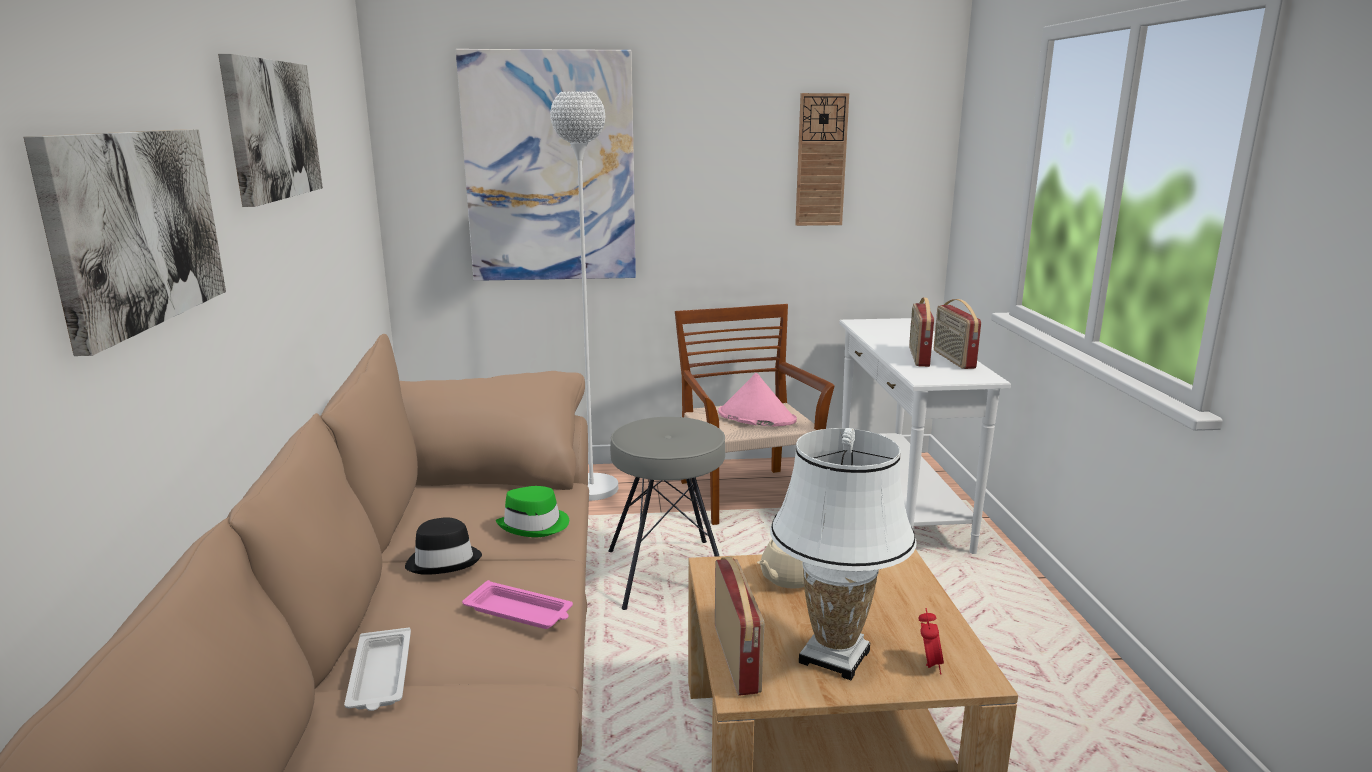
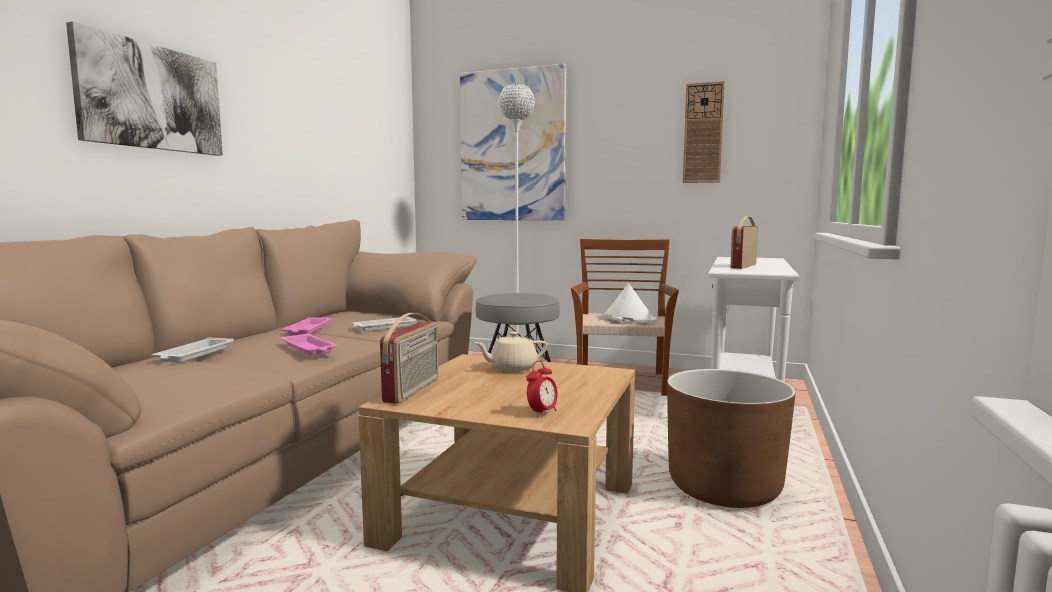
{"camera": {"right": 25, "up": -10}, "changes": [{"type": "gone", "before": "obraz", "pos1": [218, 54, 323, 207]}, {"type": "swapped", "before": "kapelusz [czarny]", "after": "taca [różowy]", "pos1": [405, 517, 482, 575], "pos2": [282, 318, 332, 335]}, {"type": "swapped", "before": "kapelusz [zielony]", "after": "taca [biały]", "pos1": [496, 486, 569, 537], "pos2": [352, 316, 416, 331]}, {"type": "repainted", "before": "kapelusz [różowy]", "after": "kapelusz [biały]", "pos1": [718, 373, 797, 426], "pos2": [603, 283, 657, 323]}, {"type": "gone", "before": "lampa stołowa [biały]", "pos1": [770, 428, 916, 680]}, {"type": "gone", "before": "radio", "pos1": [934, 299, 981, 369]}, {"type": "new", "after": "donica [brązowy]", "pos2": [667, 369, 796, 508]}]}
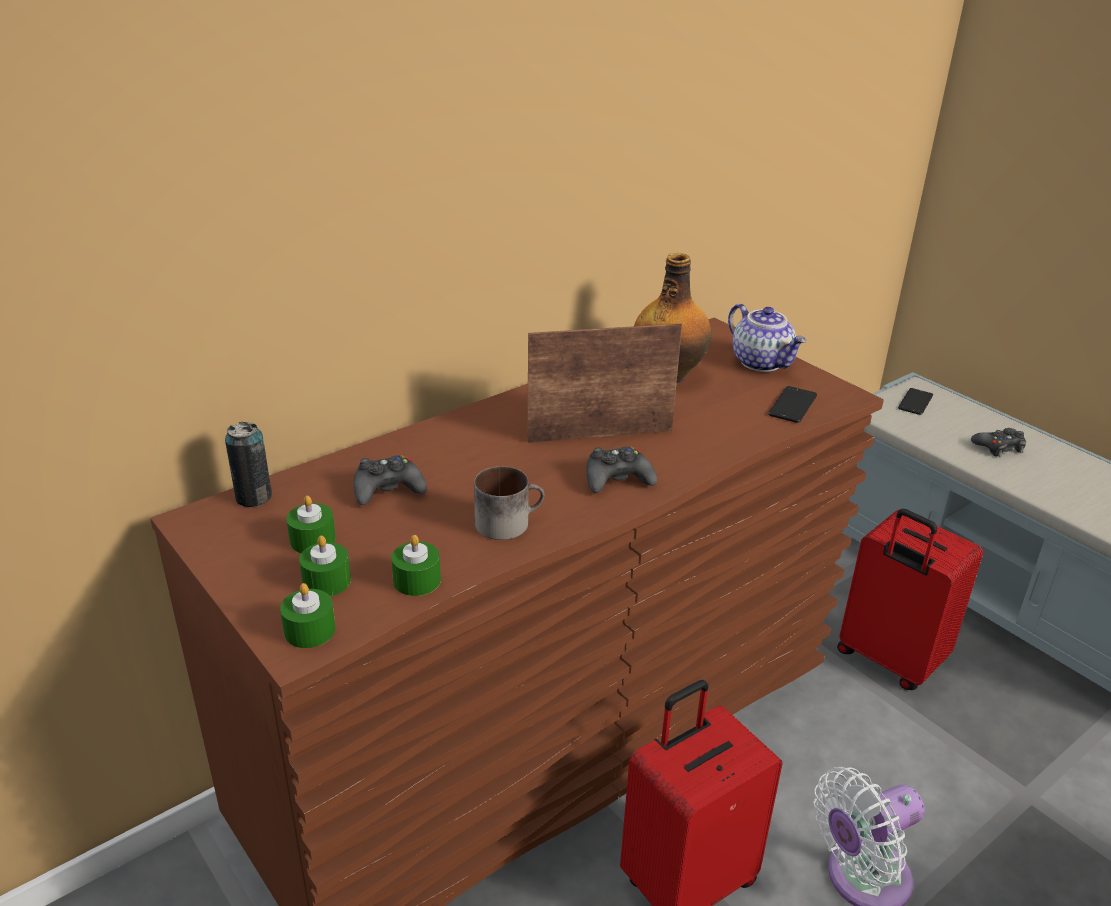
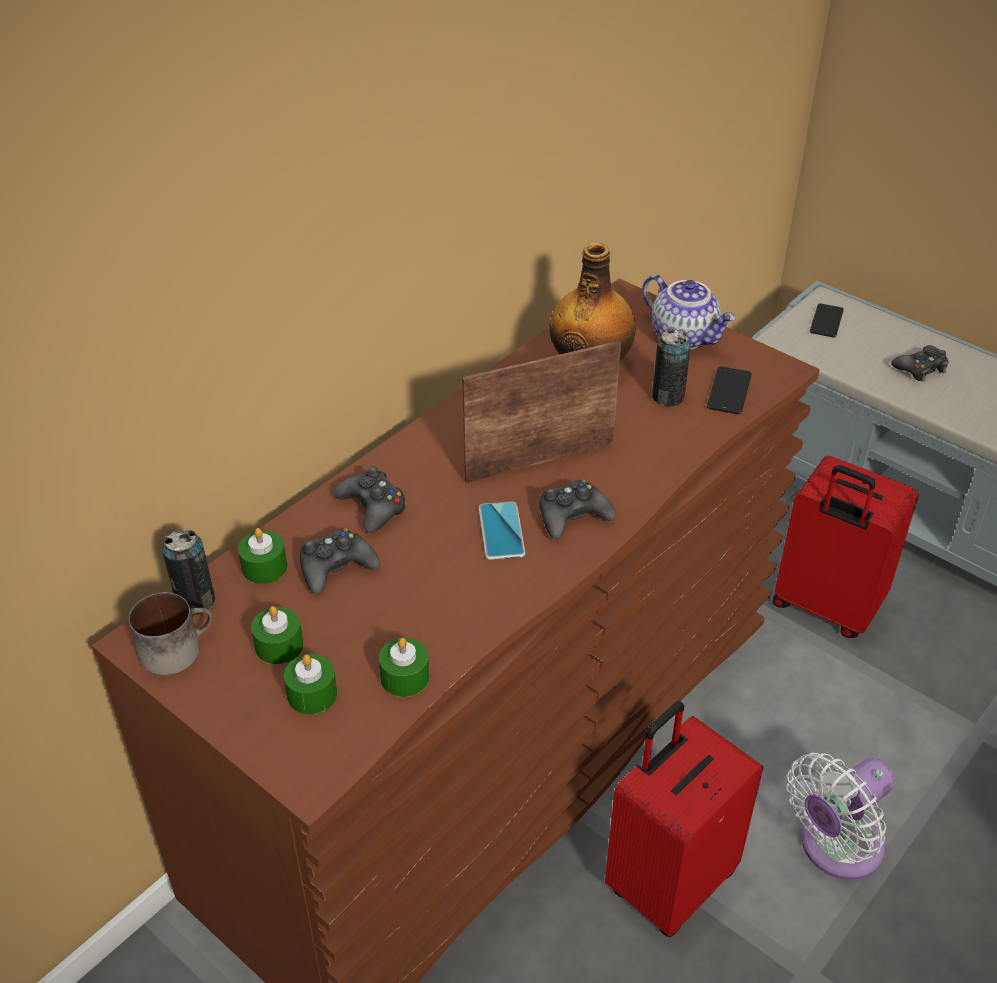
{"camera": {"right": -10, "up": 10}, "changes": [{"type": "shifted", "before": "świeca [zielony]", "pos1": [280, 583, 335, 648], "pos2": [238, 528, 287, 584]}, {"type": "shifted", "before": "kubek", "pos1": [474, 466, 545, 540], "pos2": [129, 592, 212, 675]}, {"type": "new", "after": "pad do gier [czarny]", "pos2": [334, 466, 406, 533]}, {"type": "new", "after": "telefon", "pos2": [479, 502, 525, 560]}, {"type": "new", "after": "puszka", "pos2": [652, 329, 691, 406]}]}
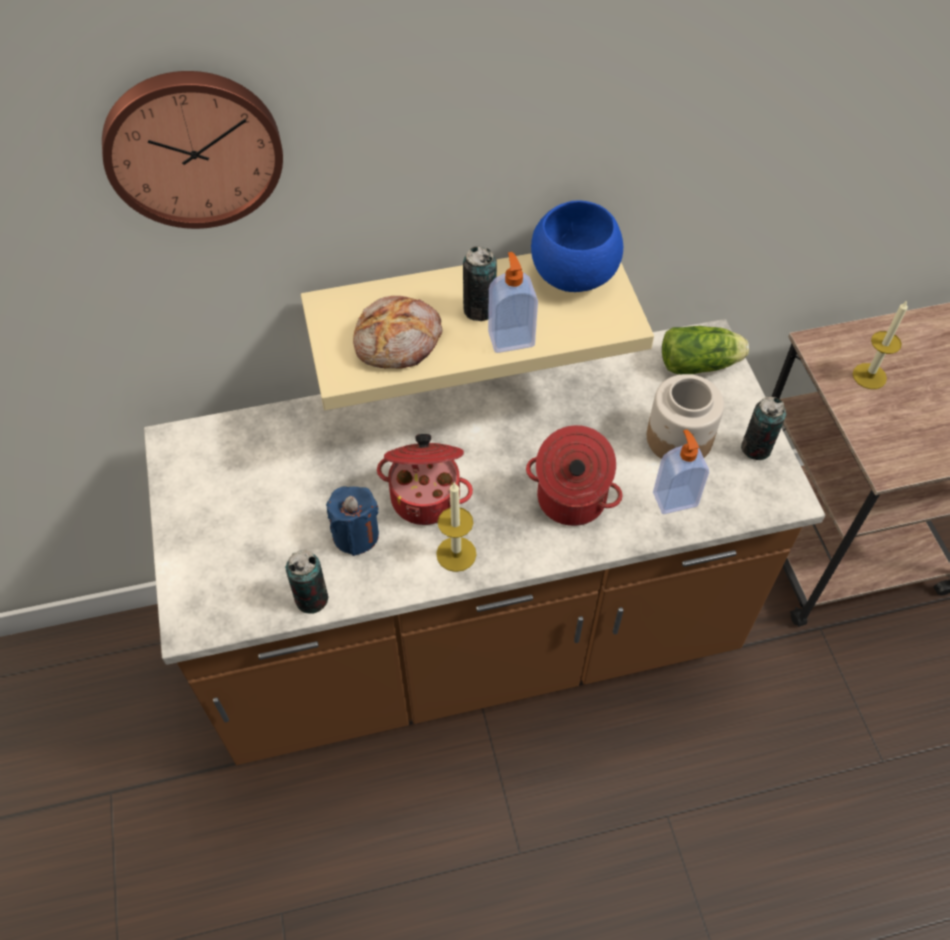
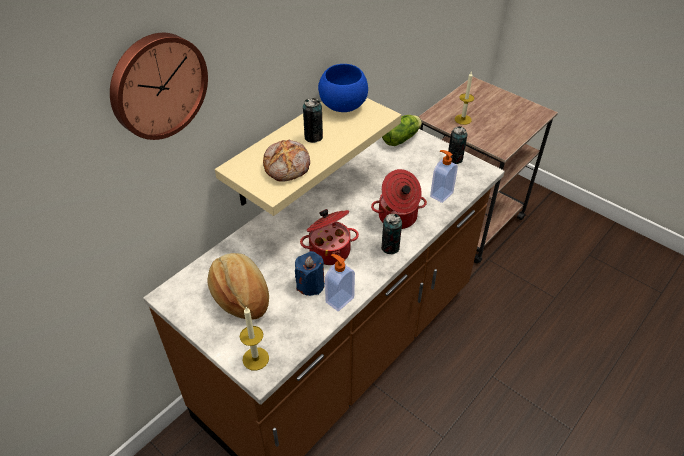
{"camera": {"right": -35, "up": -10}, "changes": [{"type": "shifted", "before": "puszka", "pos1": [285, 550, 328, 614], "pos2": [381, 213, 402, 254]}, {"type": "shifted", "before": "świeca", "pos1": [436, 482, 476, 572], "pos2": [240, 307, 269, 371]}, {"type": "shifted", "before": "dozownik mydła", "pos1": [488, 252, 538, 353], "pos2": [325, 254, 355, 311]}, {"type": "gone", "before": "słoik", "pos1": [647, 374, 724, 459]}, {"type": "new", "after": "chleb", "pos2": [207, 253, 269, 320]}]}
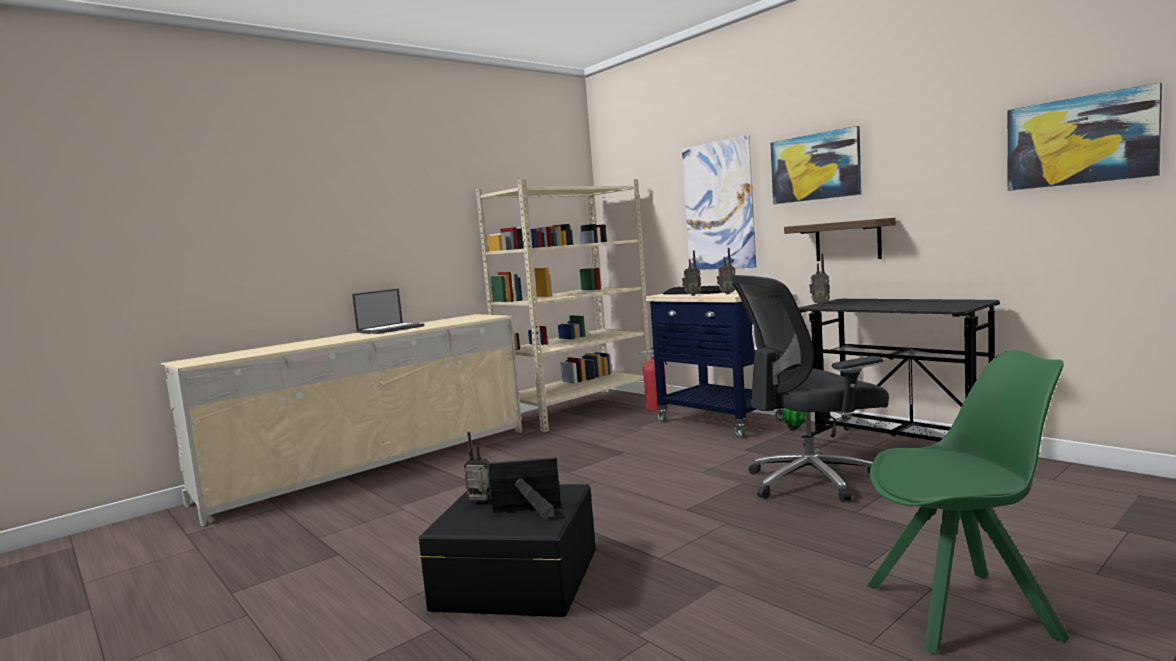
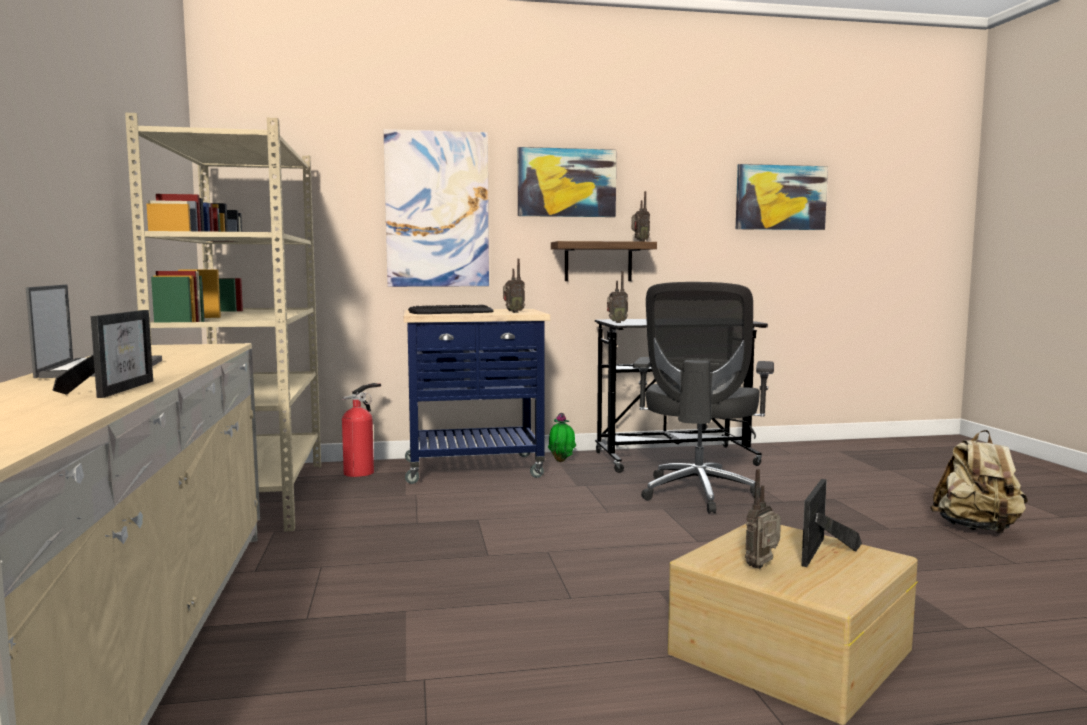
{"camera": {"right": -60, "up": 0}, "changes": [{"type": "repainted", "before": "pojemnik do przechowywania [czarny]", "after": "pojemnik do przechowywania [beżowy]", "pos1": [418, 484, 596, 617], "pos2": [668, 524, 918, 725]}, {"type": "shifted", "before": "radio", "pos1": [682, 250, 701, 296], "pos2": [631, 191, 650, 242]}, {"type": "swapped", "before": "krzesło [zielony]", "after": "plecak [beżowy]", "pos1": [867, 350, 1070, 655], "pos2": [930, 430, 1028, 533]}, {"type": "new", "after": "ramka na zdjęcie", "pos2": [53, 310, 153, 398]}]}
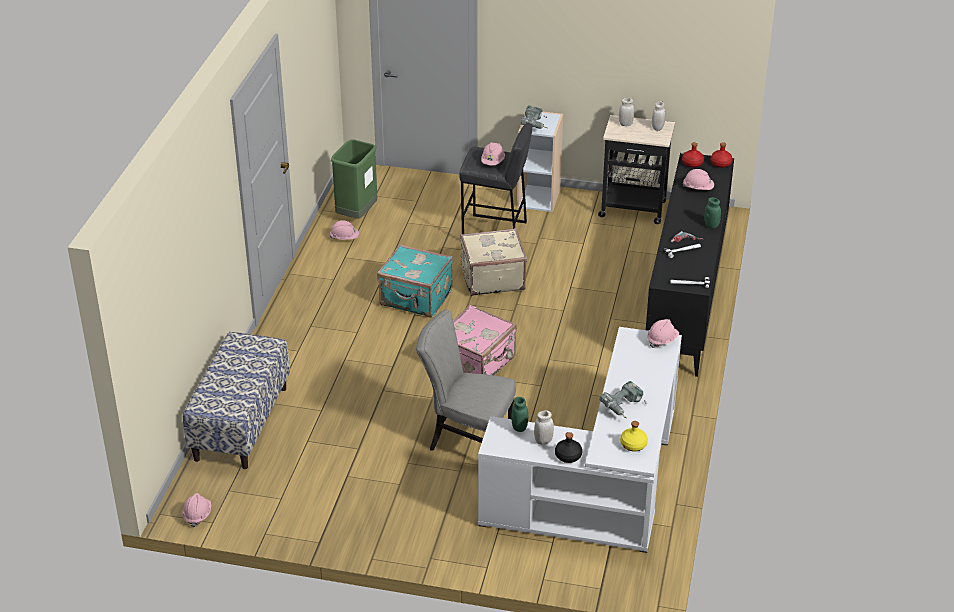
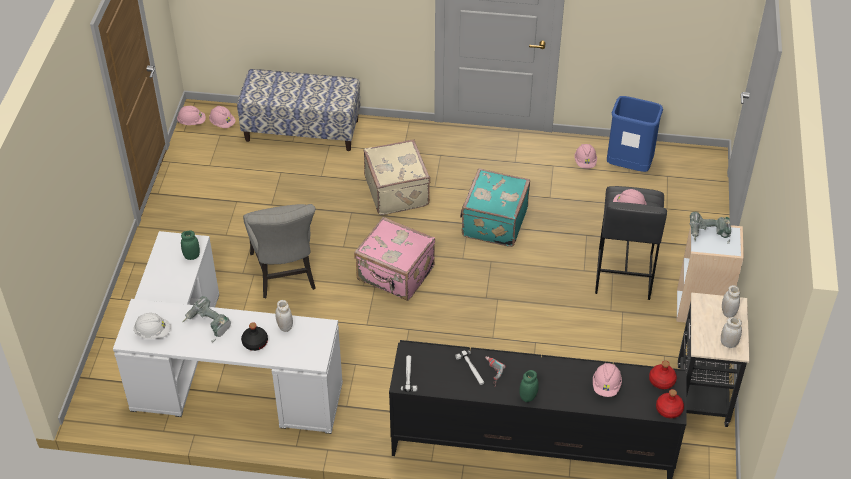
{"camera": {"right": 85, "up": 10}, "changes": [{"type": "repainted", "before": "kosz na śmieci [zielony]", "after": "kosz na śmieci [niebieski]", "pos1": [331, 140, 377, 218], "pos2": [607, 96, 663, 172]}, {"type": "rotated", "before": "krzesło [szary]", "pos1": [416, 309, 516, 451], "pos2": [243, 204, 316, 298], "turn": 150}, {"type": "shifted", "before": "walizka [beżowy]", "pos1": [460, 228, 527, 296], "pos2": [364, 139, 430, 215]}, {"type": "shifted", "before": "słoik [biały]", "pos1": [534, 410, 554, 445], "pos2": [275, 300, 293, 332]}, {"type": "shifted", "before": "butelka [czarny]", "pos1": [555, 432, 582, 463], "pos2": [241, 322, 268, 351]}, {"type": "swapped", "before": "butelka [żółty]", "after": "kask [biały]", "pos1": [620, 421, 648, 452], "pos2": [133, 313, 170, 339]}, {"type": "shifted", "before": "kask [różowy]", "pos1": [647, 319, 679, 348], "pos2": [209, 106, 236, 128]}]}
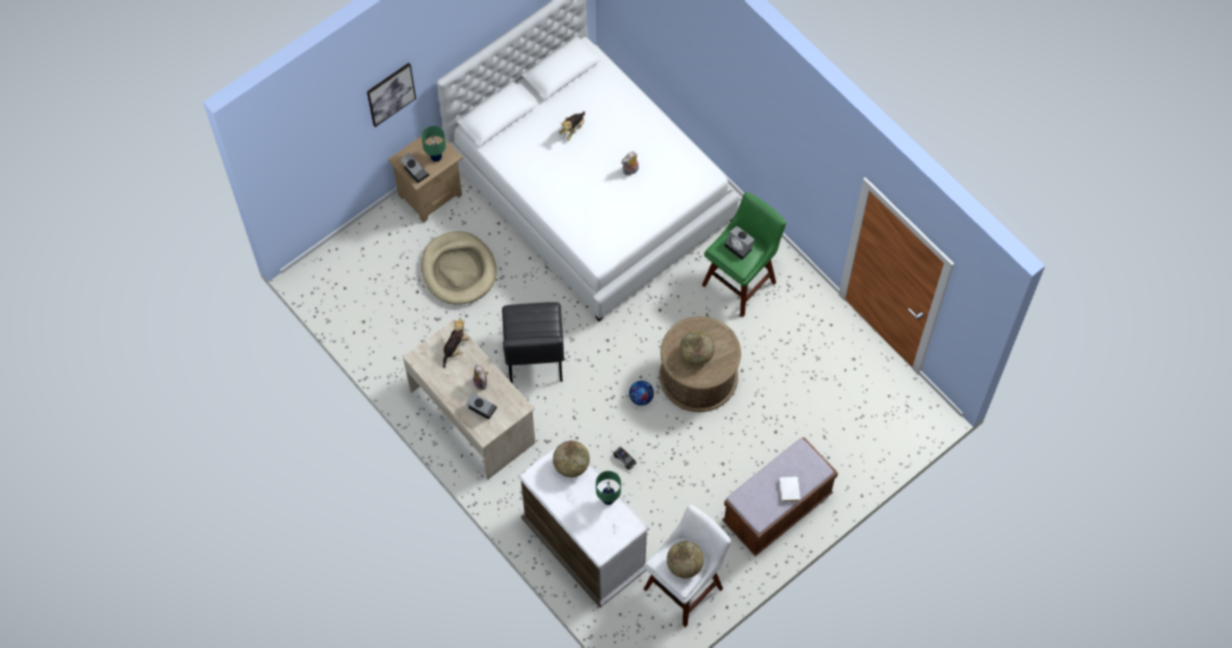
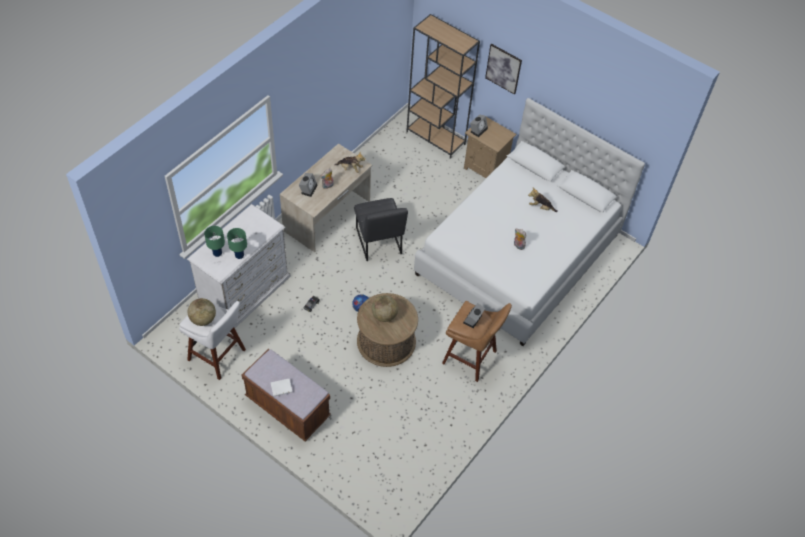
{"camera": {"right": 75, "up": -10}, "changes": [{"type": "gone", "before": "legowisko [beżowy]", "pos1": [421, 231, 497, 305]}, {"type": "shifted", "before": "lampa stołowa [zielony]", "pos1": [422, 126, 446, 162], "pos2": [204, 226, 225, 257]}, {"type": "rotated", "before": "krzesło [szary]", "pos1": [502, 302, 564, 384], "pos2": [354, 198, 408, 261], "turn": -90}, {"type": "gone", "before": "globus", "pos1": [553, 441, 590, 477]}, {"type": "repainted", "before": "stołek [zielony]", "after": "stołek [brązowy]", "pos1": [702, 192, 786, 317], "pos2": [442, 301, 512, 382]}, {"type": "new", "after": "regał", "pos2": [406, 14, 480, 159]}]}
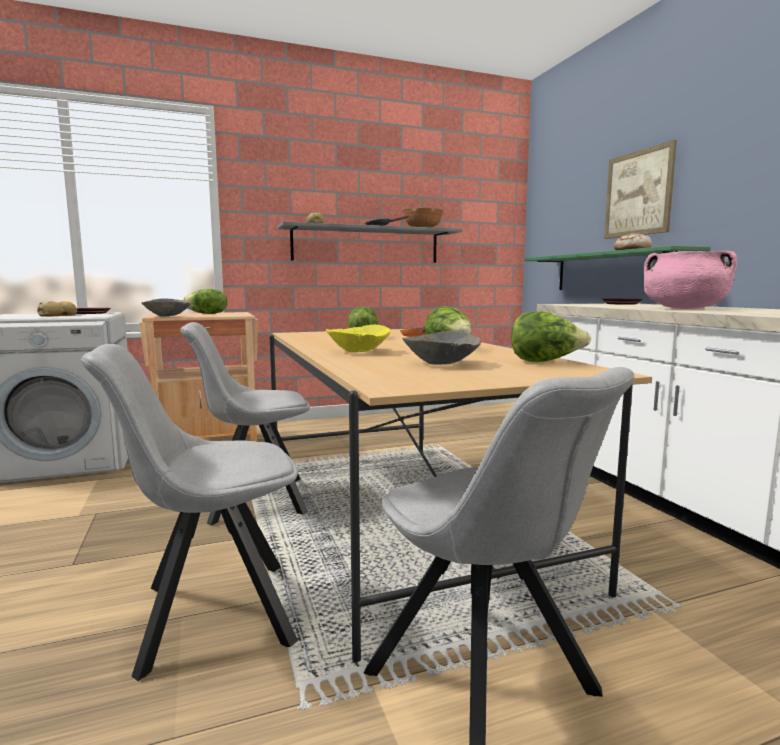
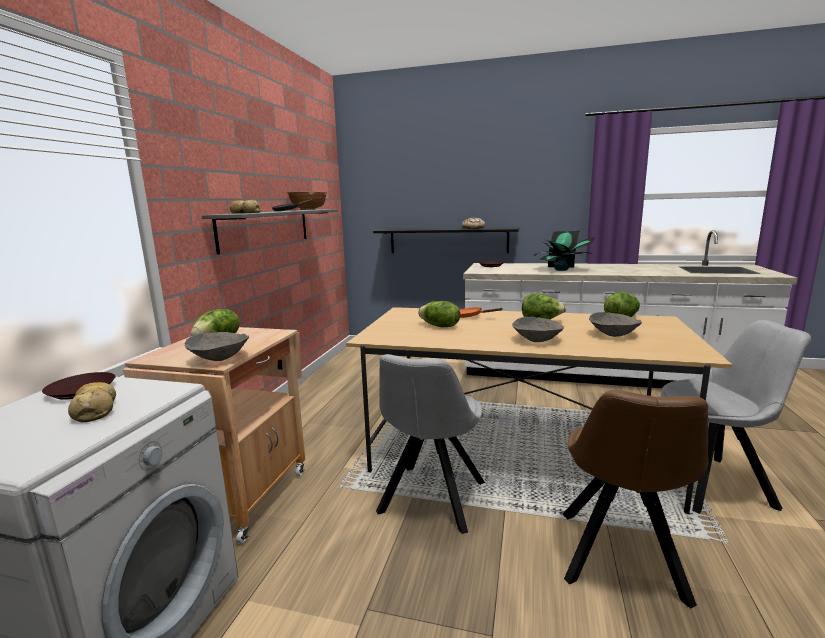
{"camera": {"right": -55, "up": 5}, "changes": [{"type": "repainted", "before": "krzesło [szary]", "after": "krzesło [brązowy]", "pos1": [81, 344, 298, 681], "pos2": [562, 390, 708, 608]}, {"type": "repainted", "before": "miska [żółty]", "after": "miska [szary]", "pos1": [326, 325, 391, 352], "pos2": [512, 317, 564, 342]}, {"type": "repainted", "before": "półka [zielony]", "after": "półka [czarny]", "pos1": [524, 246, 711, 290], "pos2": [373, 227, 519, 253]}, {"type": "gone", "before": "obraz", "pos1": [604, 140, 677, 239]}, {"type": "swapped", "before": "garnek [różowy]", "after": "roślina doniczkowa", "pos1": [643, 251, 737, 309], "pos2": [533, 231, 595, 271]}]}
